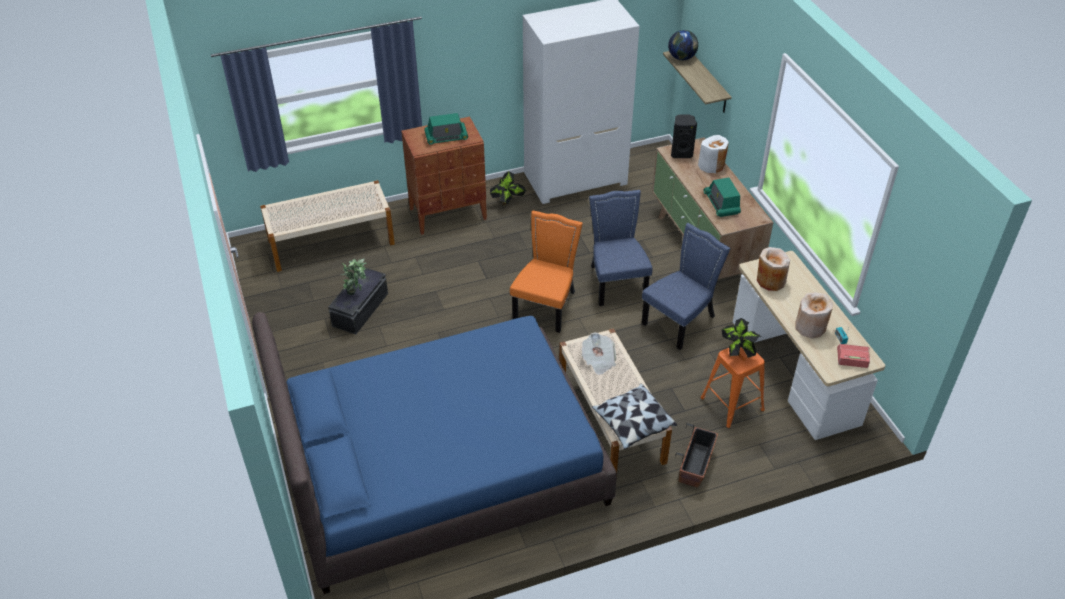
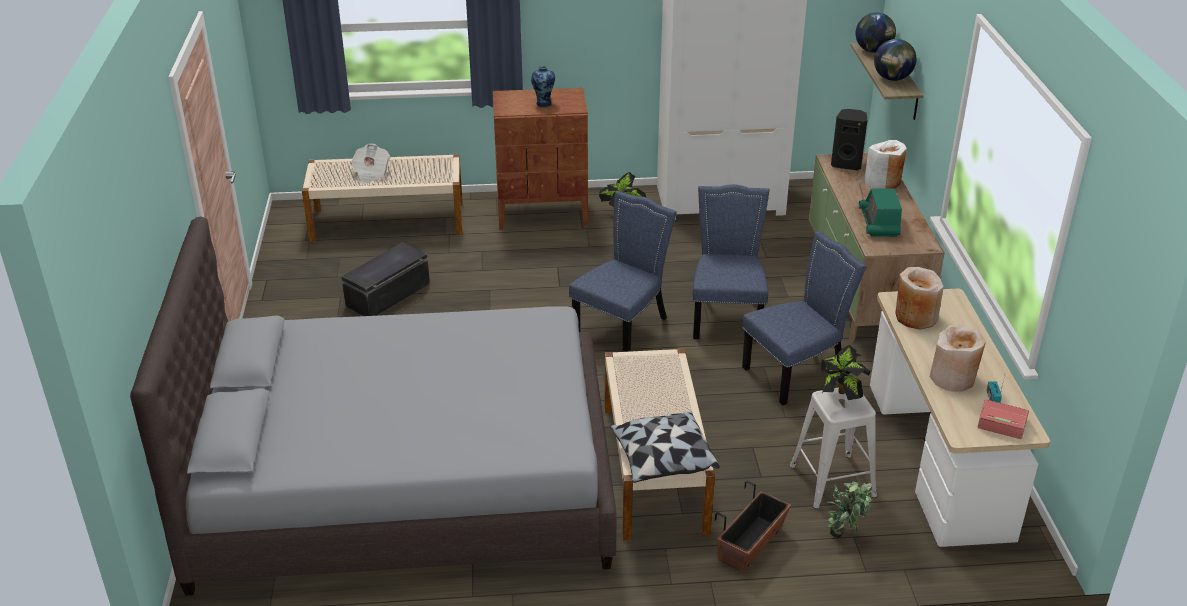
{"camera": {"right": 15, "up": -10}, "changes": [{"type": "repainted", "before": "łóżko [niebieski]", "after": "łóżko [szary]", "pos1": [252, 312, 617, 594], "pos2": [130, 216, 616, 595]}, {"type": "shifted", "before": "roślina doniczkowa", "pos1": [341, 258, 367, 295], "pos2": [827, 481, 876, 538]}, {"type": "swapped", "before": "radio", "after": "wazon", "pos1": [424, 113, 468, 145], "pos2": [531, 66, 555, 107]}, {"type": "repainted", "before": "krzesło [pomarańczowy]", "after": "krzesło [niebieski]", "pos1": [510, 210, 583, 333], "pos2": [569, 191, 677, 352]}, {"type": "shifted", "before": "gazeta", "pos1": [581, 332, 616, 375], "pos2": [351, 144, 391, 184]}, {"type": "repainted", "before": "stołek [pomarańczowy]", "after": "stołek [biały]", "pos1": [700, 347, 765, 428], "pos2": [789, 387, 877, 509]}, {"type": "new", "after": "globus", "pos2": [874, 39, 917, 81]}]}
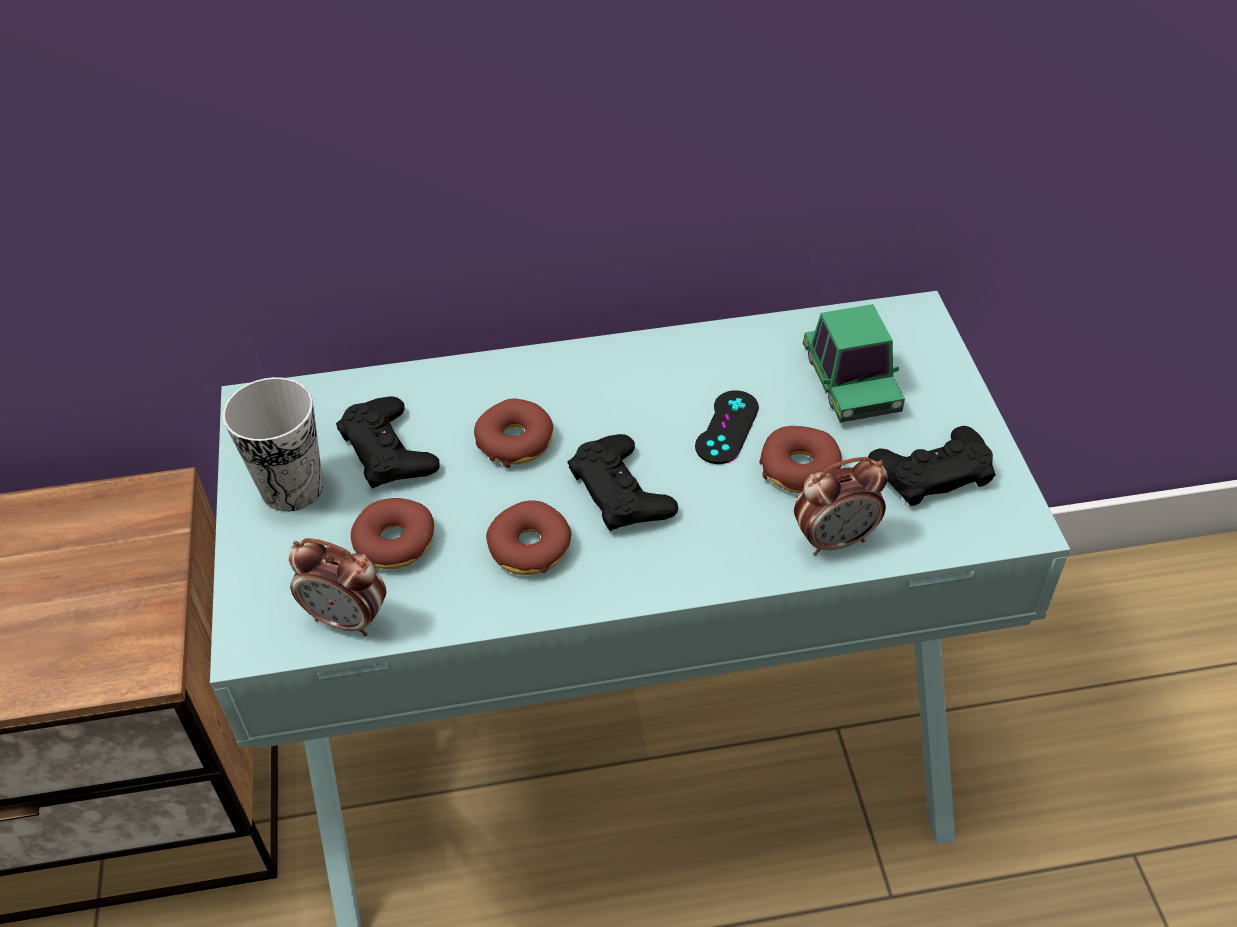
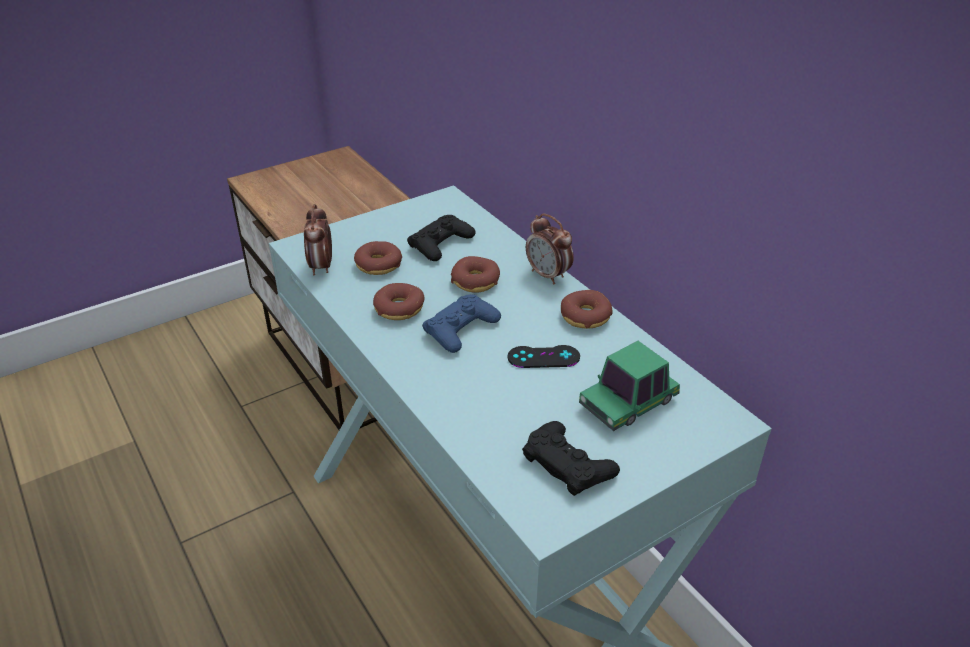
{"camera": {"right": 65, "up": -10}, "changes": [{"type": "gone", "before": "filiżanka", "pos1": [223, 377, 323, 512]}, {"type": "repainted", "before": "pad do gier [czarny]", "after": "pad do gier [niebieski]", "pos1": [567, 434, 678, 531], "pos2": [422, 294, 501, 353]}, {"type": "shifted", "before": "donut", "pos1": [759, 426, 842, 493], "pos2": [561, 290, 613, 329]}, {"type": "shifted", "before": "budzik", "pos1": [794, 457, 888, 556], "pos2": [526, 213, 574, 284]}]}
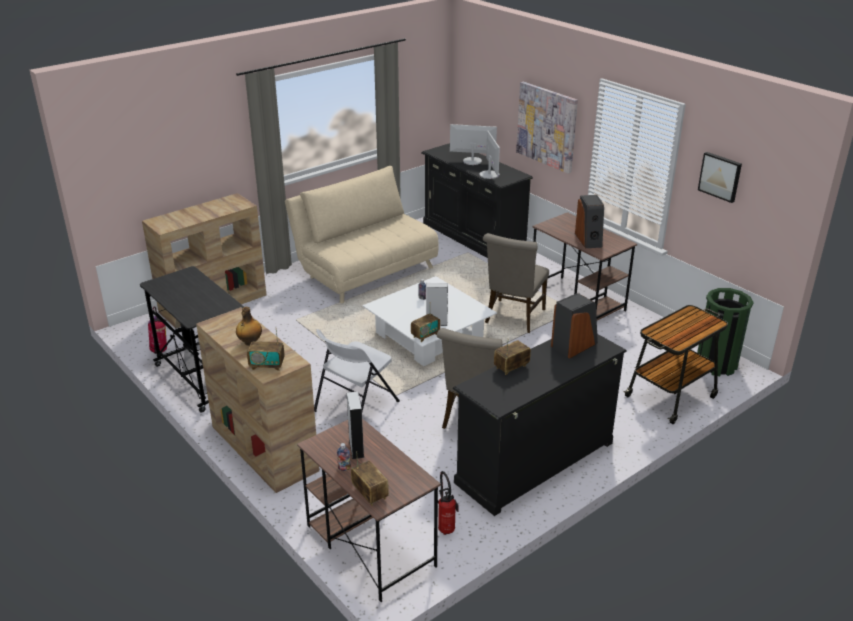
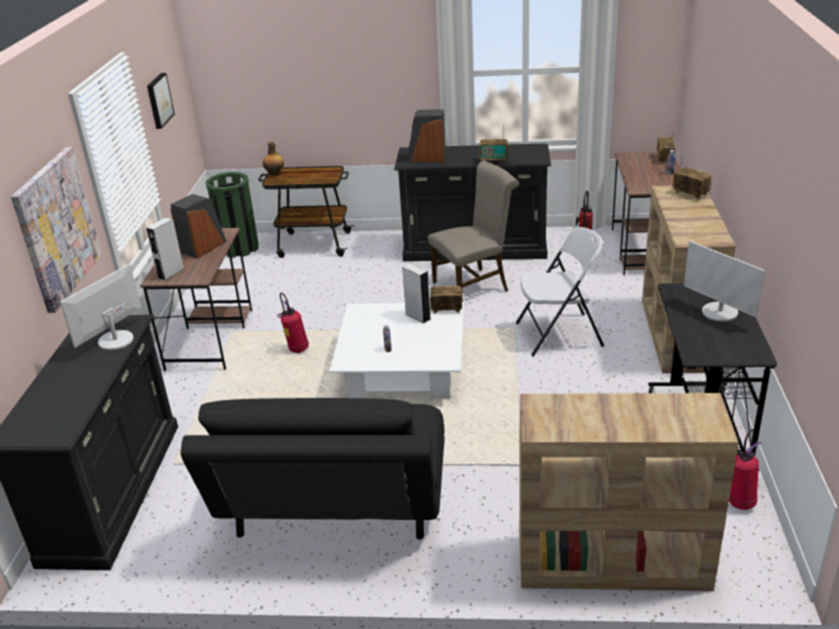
{"camera": {"right": -135, "up": 0}, "changes": [{"type": "shifted", "before": "butelka", "pos1": [236, 307, 262, 346], "pos2": [263, 141, 284, 176]}, {"type": "repainted", "before": "kanapa [beżowy]", "after": "kanapa [czarny]", "pos1": [285, 166, 439, 303], "pos2": [181, 398, 445, 540]}, {"type": "shifted", "before": "głośnik [szary]", "pos1": [347, 391, 364, 459], "pos2": [146, 217, 184, 281]}, {"type": "shifted", "before": "monitor", "pos1": [450, 124, 497, 165], "pos2": [684, 241, 765, 321]}, {"type": "swapped", "before": "krzesło [beżowy]", "after": "gaśnica", "pos1": [483, 233, 549, 333], "pos2": [277, 293, 309, 353]}]}
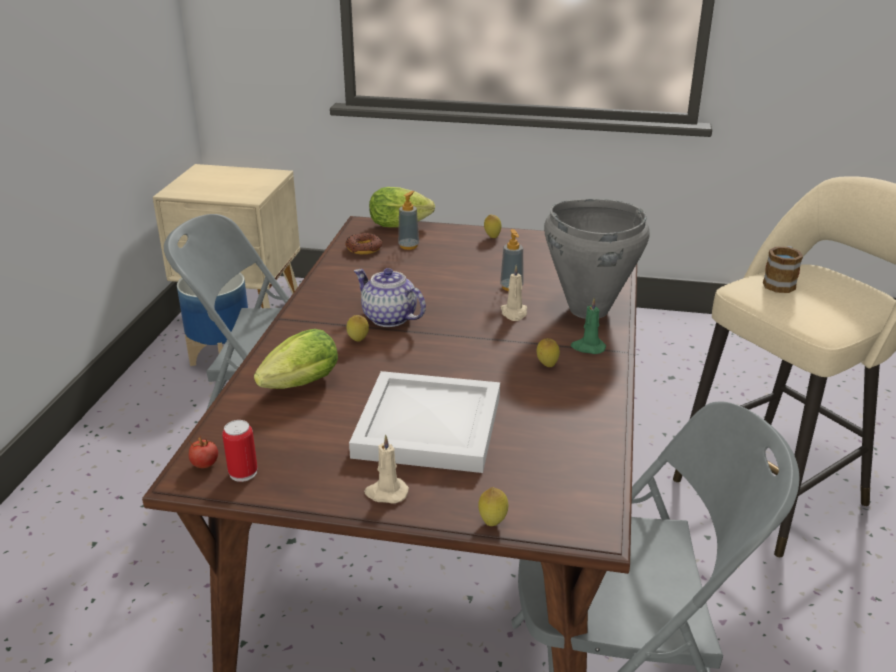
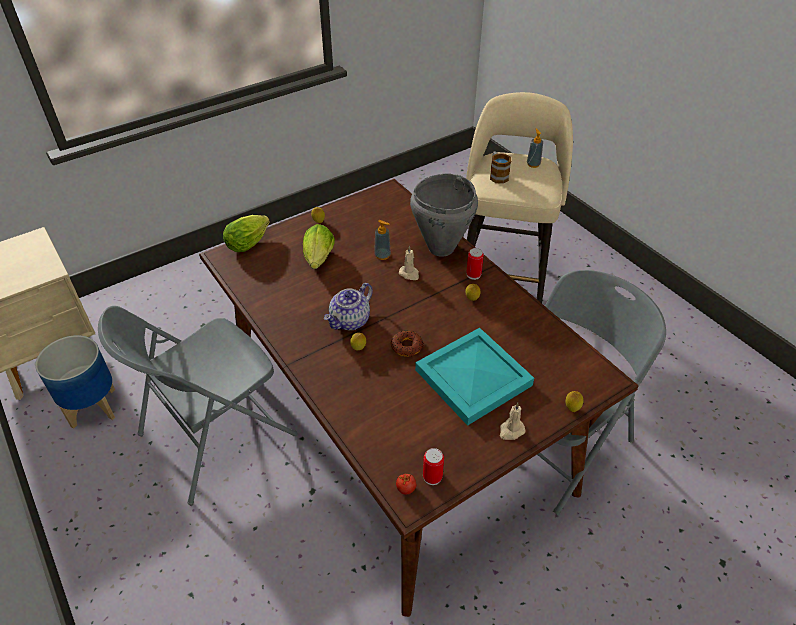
{"camera": {"right": -45, "up": 15}, "changes": [{"type": "shifted", "before": "sałata", "pos1": [254, 329, 338, 389], "pos2": [303, 224, 335, 269]}, {"type": "shifted", "before": "donut", "pos1": [345, 233, 382, 254], "pos2": [391, 331, 423, 357]}, {"type": "repainted", "before": "taca [biały]", "after": "taca [turkusowy]", "pos1": [349, 371, 500, 473], "pos2": [415, 328, 534, 426]}, {"type": "rotated", "before": "imbryk", "pos1": [354, 268, 426, 327], "pos2": [324, 283, 373, 330], "turn": -45}, {"type": "shifted", "before": "dozownik mydła", "pos1": [398, 191, 419, 250], "pos2": [527, 129, 543, 168]}, {"type": "swapped", "before": "świeca [zielony]", "after": "puszka", "pos1": [571, 298, 606, 354], "pos2": [466, 248, 484, 280]}]}
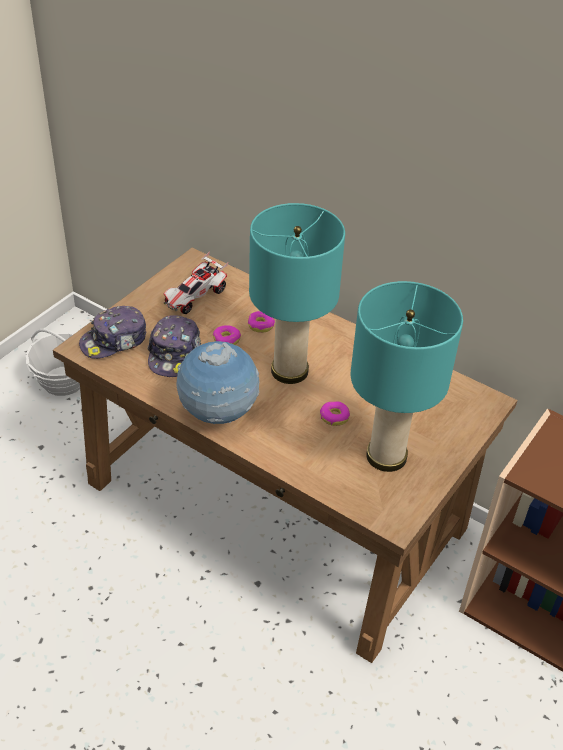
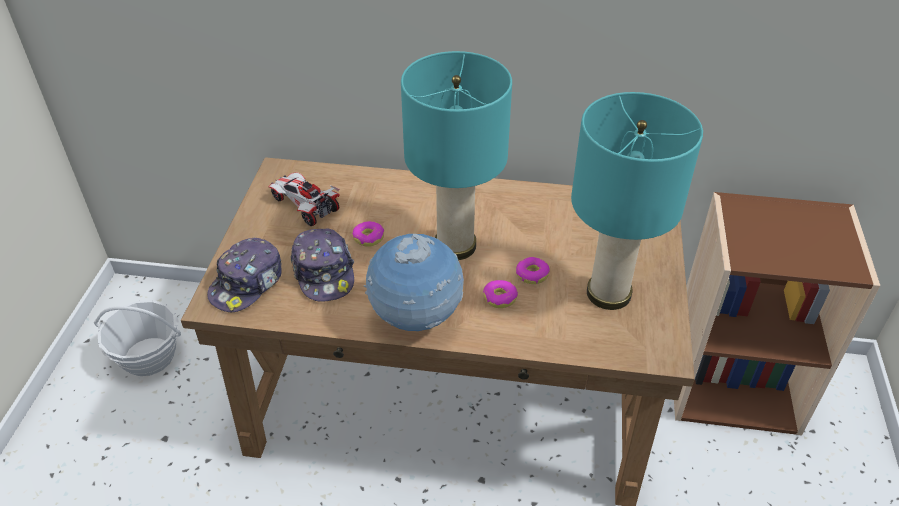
{"camera": {"right": -25, "up": 0}, "changes": [{"type": "rotated", "before": "samochodzik", "pos1": [164, 252, 228, 314], "pos2": [269, 172, 340, 226], "turn": 120}, {"type": "shifted", "before": "donut", "pos1": [248, 311, 275, 333], "pos2": [483, 280, 518, 308]}]}
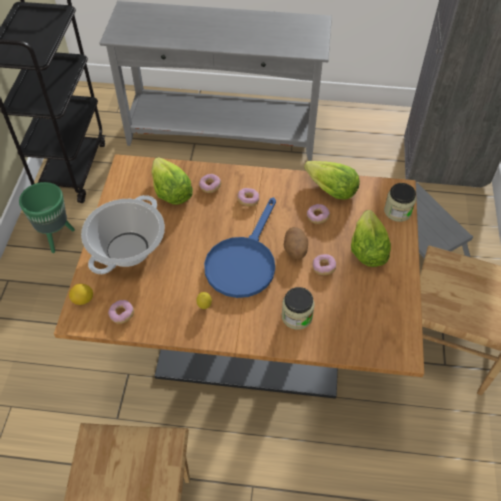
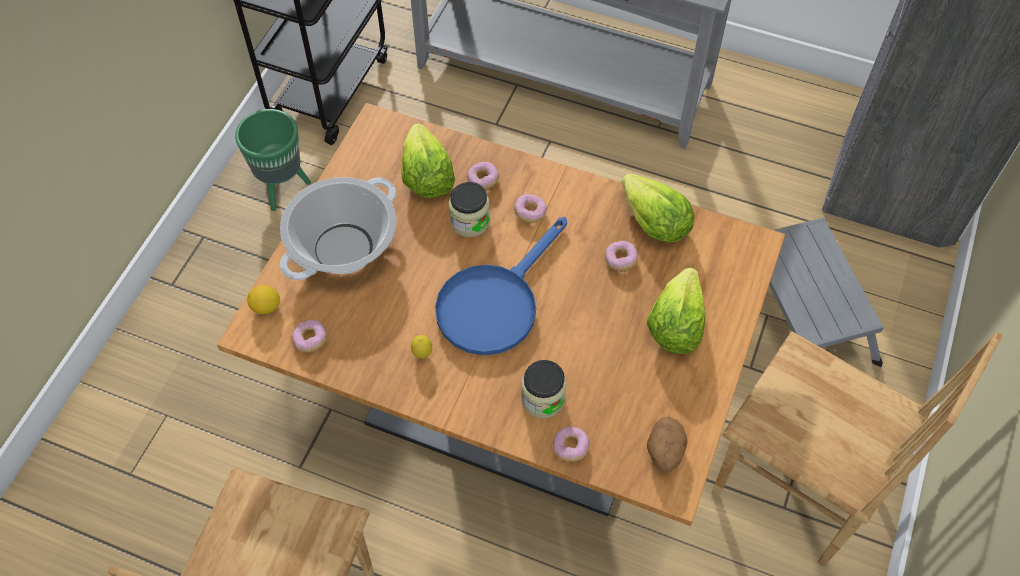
{"camera": {"right": 15, "up": 5}, "changes": [{"type": "shifted", "before": "ziemniak", "pos1": [284, 227, 308, 260], "pos2": [647, 417, 688, 471]}, {"type": "shifted", "before": "donut", "pos1": [312, 254, 336, 275], "pos2": [553, 427, 589, 461]}, {"type": "shifted", "before": "słoik", "pos1": [384, 183, 416, 222], "pos2": [449, 182, 490, 237]}]}
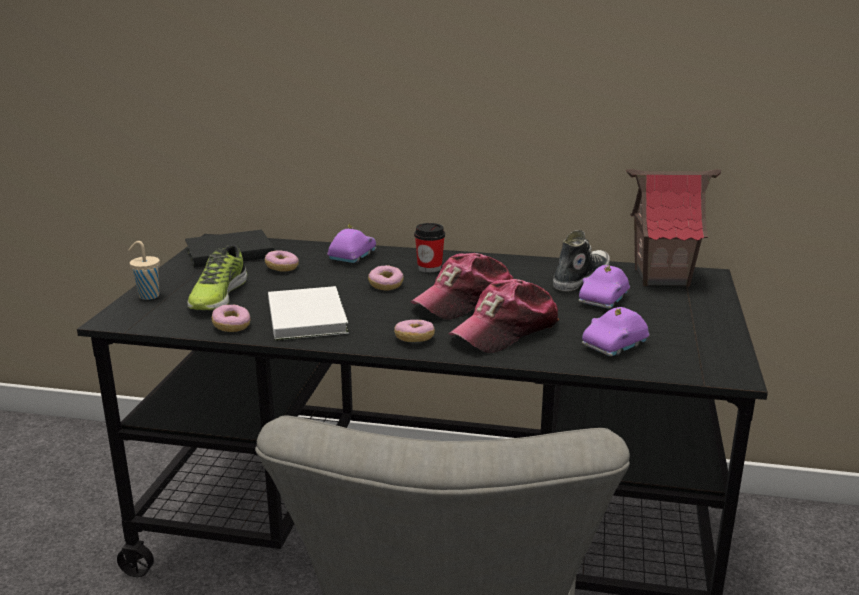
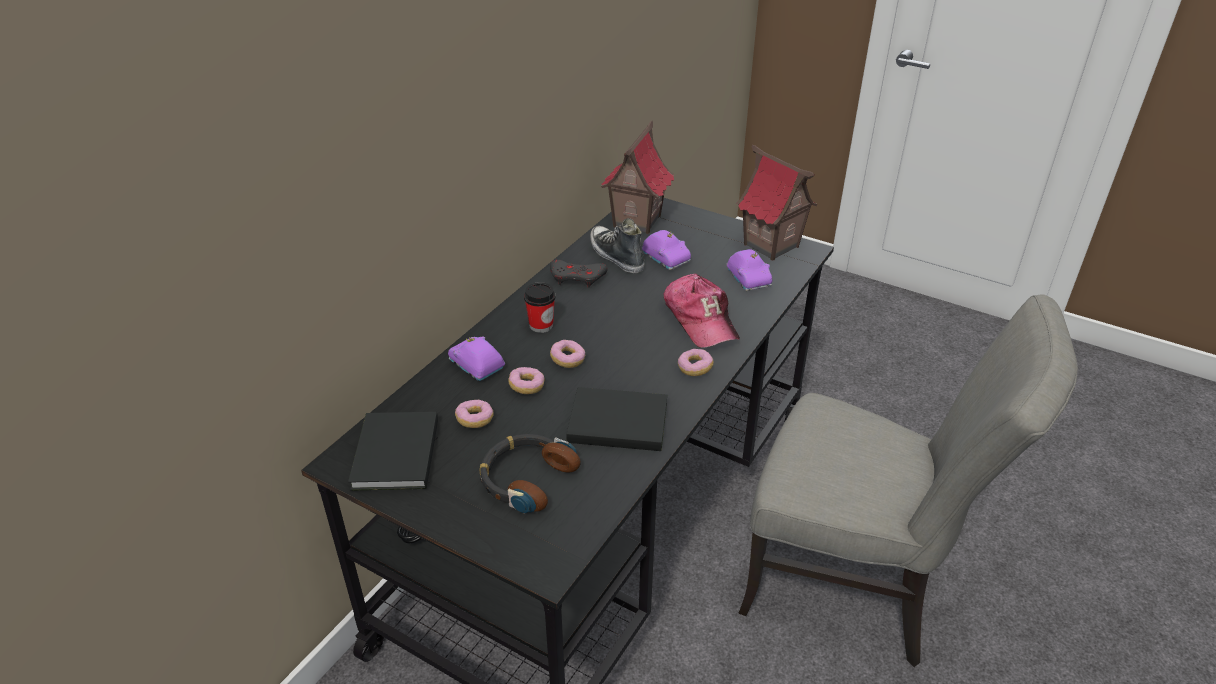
{"camera": {"right": -70, "up": 15}, "changes": [{"type": "gone", "before": "filiżanka [beżowy]", "pos1": [128, 241, 160, 300]}, {"type": "swapped", "before": "but", "after": "słuchawki", "pos1": [188, 245, 247, 310], "pos2": [479, 434, 581, 514]}, {"type": "shifted", "before": "donut", "pos1": [212, 305, 250, 332], "pos2": [508, 367, 545, 394]}, {"type": "repainted", "before": "książka [biały]", "after": "książka [czarny]", "pos1": [268, 286, 349, 341], "pos2": [566, 387, 667, 451]}, {"type": "gone", "before": "czapka z daszkiem", "pos1": [410, 253, 514, 319]}, {"type": "new", "after": "pad do gier [szary]", "pos2": [550, 260, 608, 288]}, {"type": "new", "after": "domek", "pos2": [736, 145, 818, 261]}]}
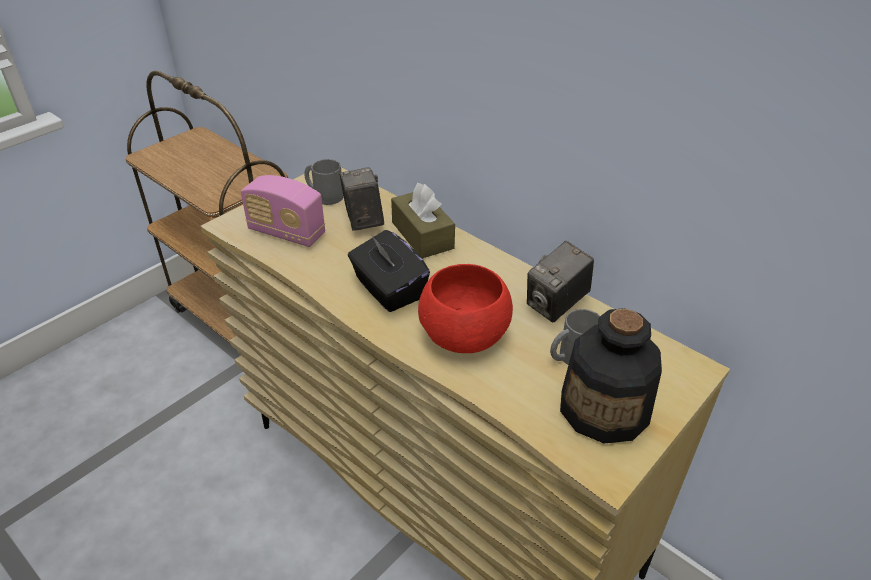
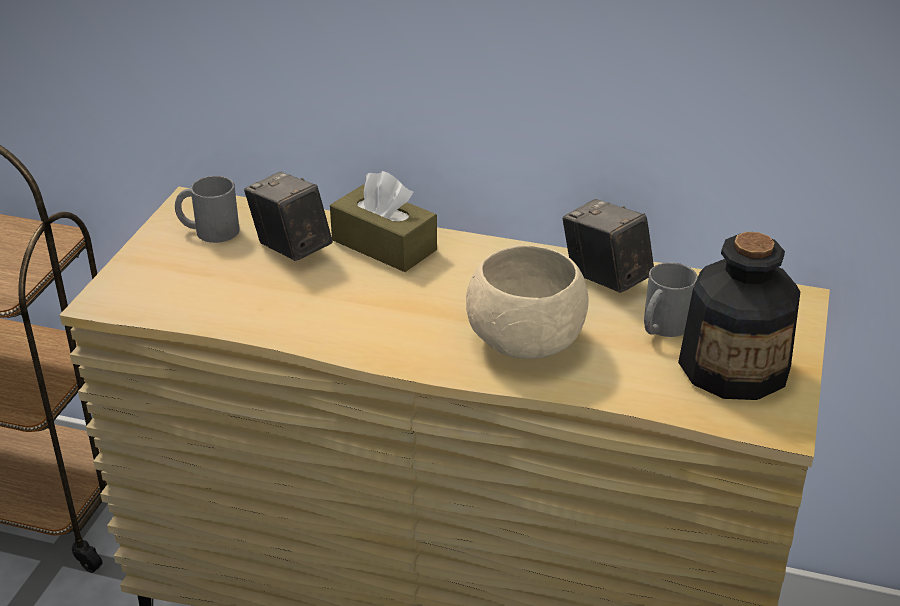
{"camera": {"right": -25, "up": -5}, "changes": [{"type": "gone", "before": "radio", "pos1": [241, 175, 325, 247]}, {"type": "gone", "before": "pudełko chusteczek [czarny]", "pos1": [348, 230, 430, 312]}, {"type": "repainted", "before": "miska [czerwony]", "after": "miska [beżowy]", "pos1": [418, 264, 513, 353], "pos2": [466, 246, 589, 359]}, {"type": "rotated", "before": "aparat fotograficzny", "pos1": [527, 241, 594, 322], "pos2": [563, 199, 654, 293], "turn": 120}]}
